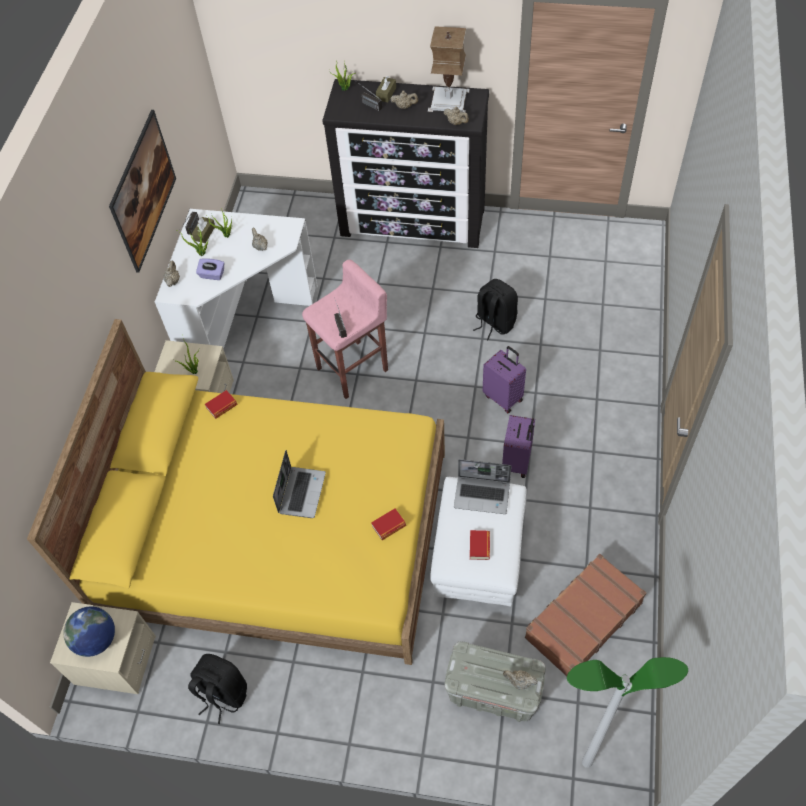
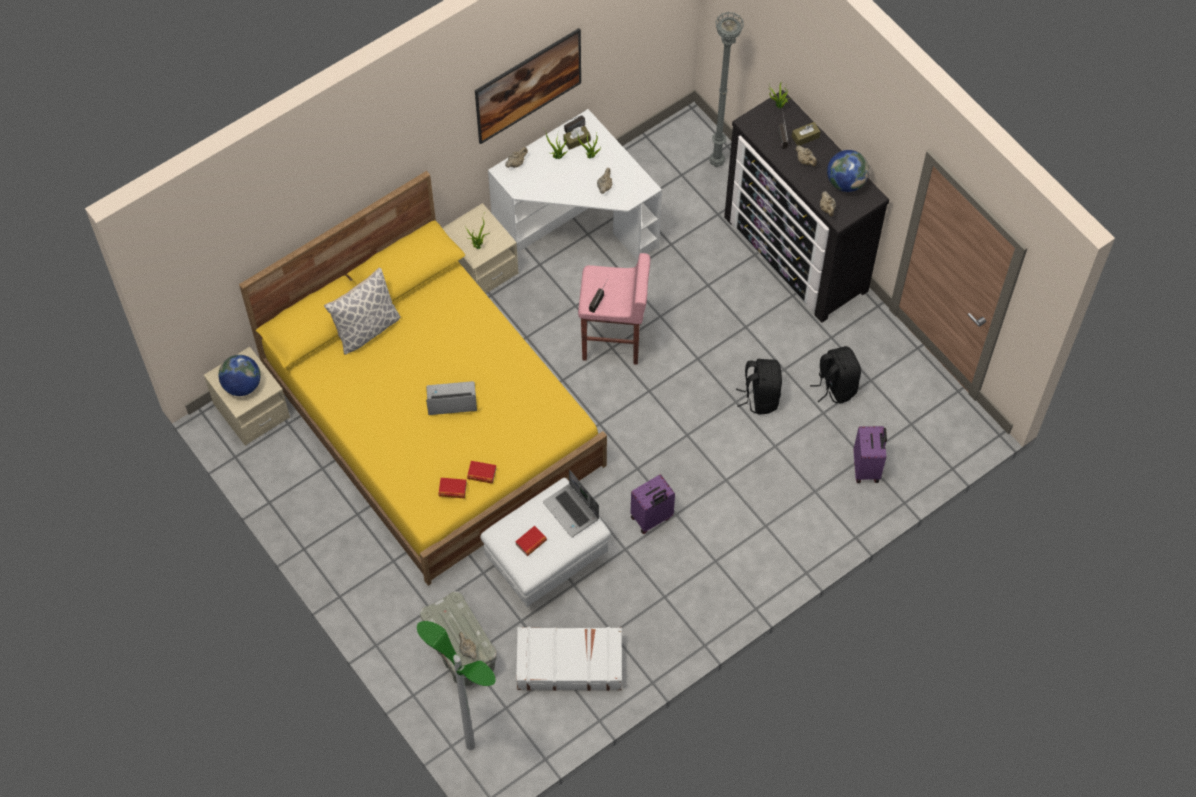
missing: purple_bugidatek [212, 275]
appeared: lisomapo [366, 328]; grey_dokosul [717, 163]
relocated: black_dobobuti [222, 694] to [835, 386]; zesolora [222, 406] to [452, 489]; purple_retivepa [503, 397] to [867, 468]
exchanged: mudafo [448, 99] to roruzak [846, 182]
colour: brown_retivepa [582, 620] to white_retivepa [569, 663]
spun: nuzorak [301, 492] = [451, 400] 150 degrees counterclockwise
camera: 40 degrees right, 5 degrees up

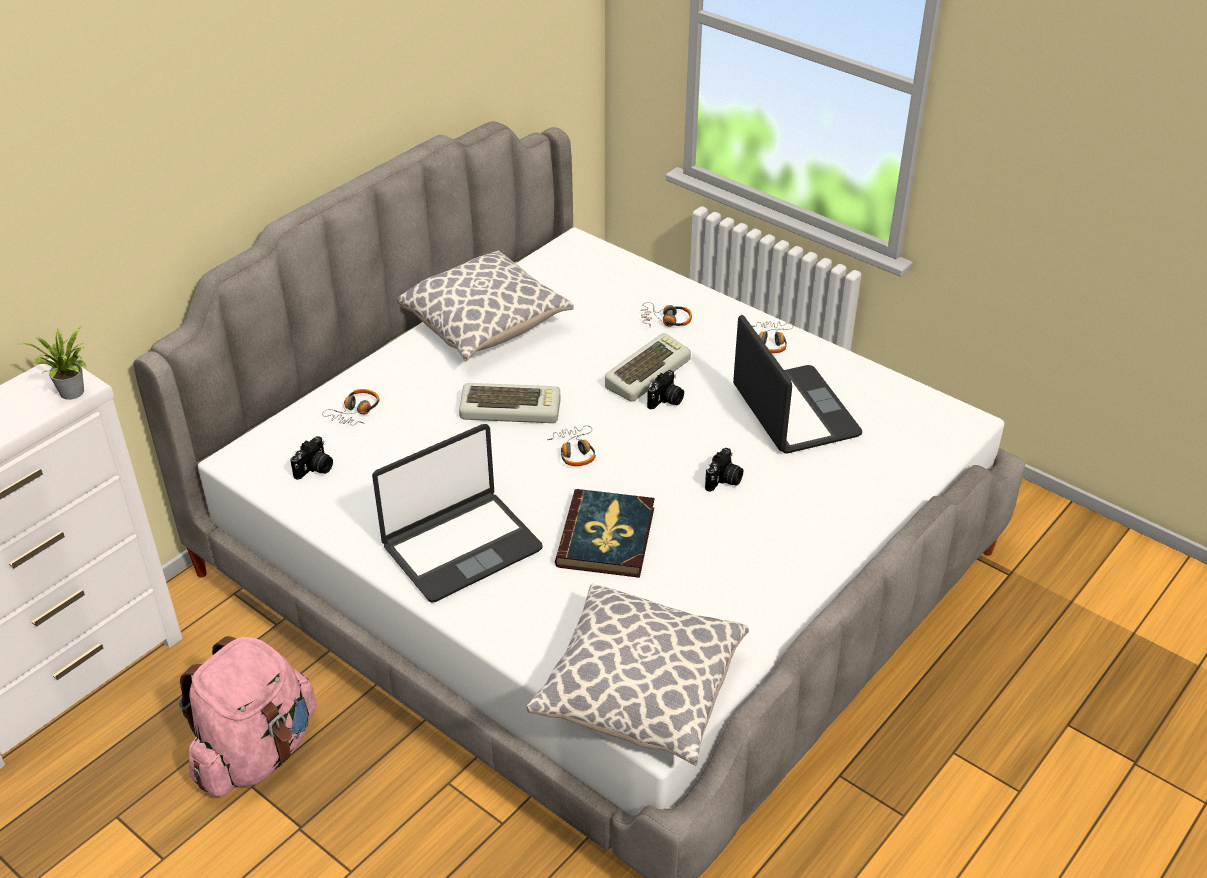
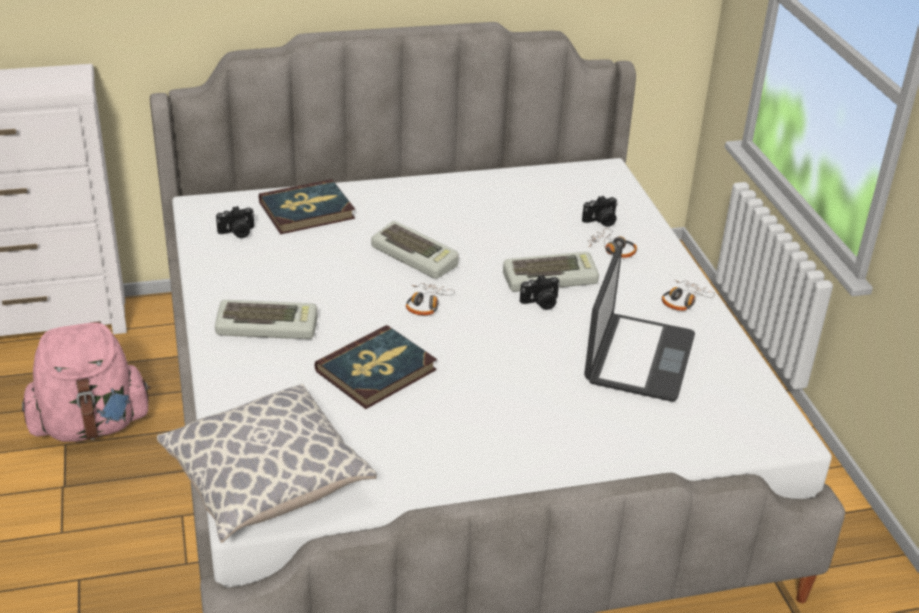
missing: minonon [72, 394]; lisomapo [484, 326]
relocated: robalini [724, 481] to [601, 221]
exchanged: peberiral [355, 412] to zesolora [307, 210]; nuzorak [461, 547] to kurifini [268, 325]
camera: 35 degrees right, 5 degrees down

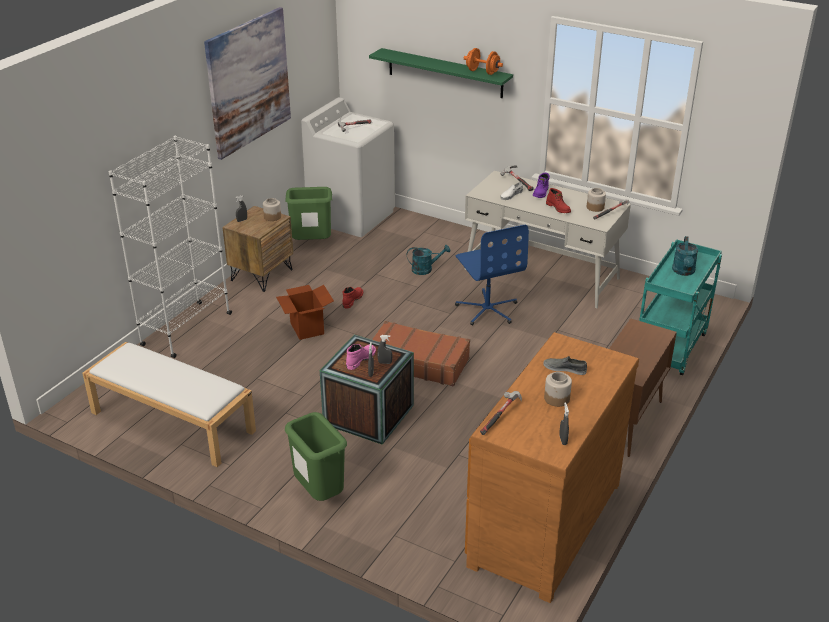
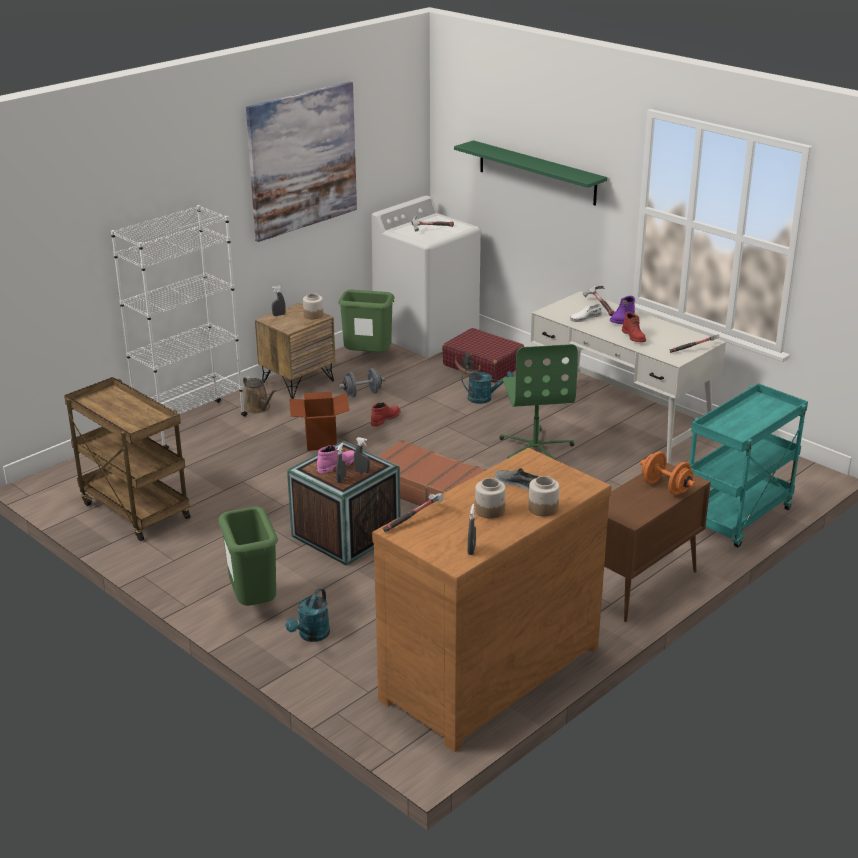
appeared: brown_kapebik [259, 408]; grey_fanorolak [362, 394]; red_retivepa [483, 366]
relocated: orange_fanorolak [482, 72] to [666, 487]; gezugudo [595, 207] to [542, 508]; turquoise_kapebik [684, 272] to [311, 636]
exchanged: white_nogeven [171, 422] to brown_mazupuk [133, 510]
colour: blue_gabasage [487, 309] to green_gabasage [535, 448]
camera: 15 degrees right, 5 degrees down

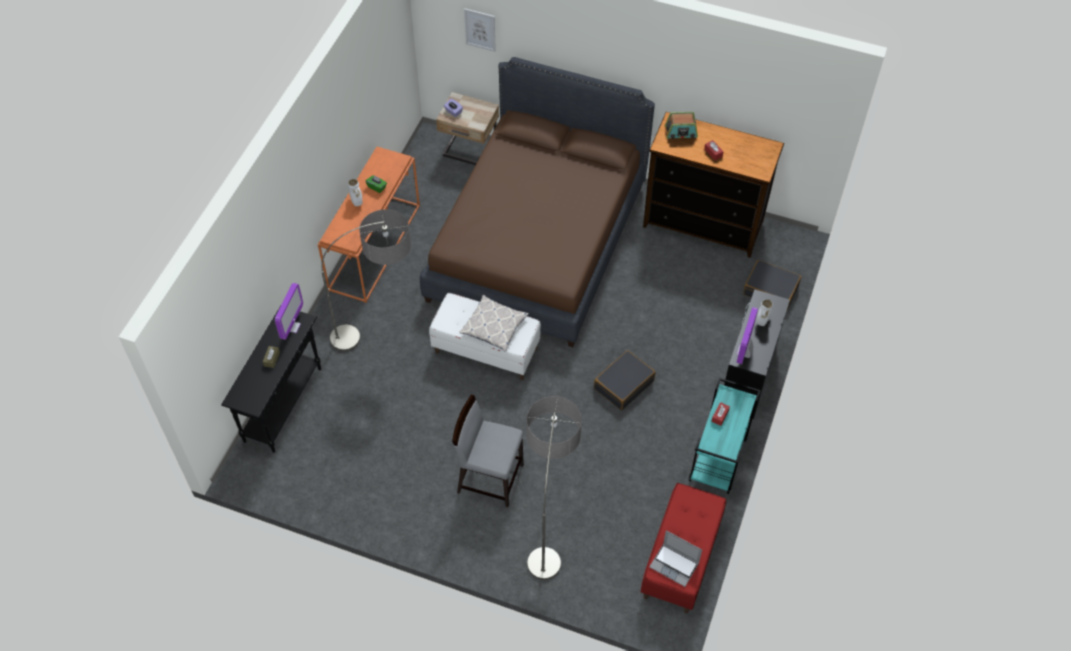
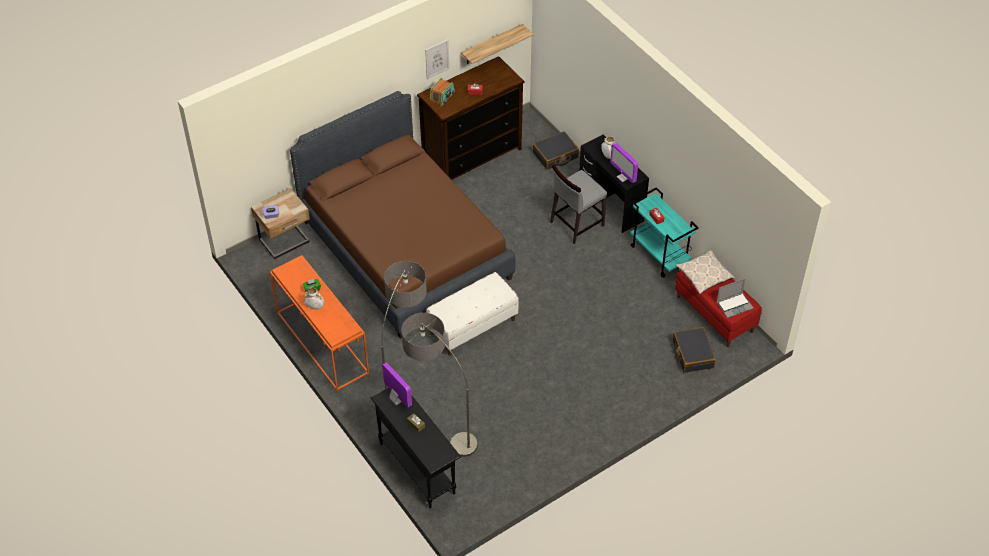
appeared: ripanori [491, 44]
relocated: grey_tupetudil [490, 478] to [576, 224]; lisomapo [494, 326] to [704, 275]; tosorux [480, 29] to [437, 59]; dokosul [549, 527] to [439, 426]; black_retivepa [623, 384] to [692, 354]
camera: 55 degrees left, 5 degrees down

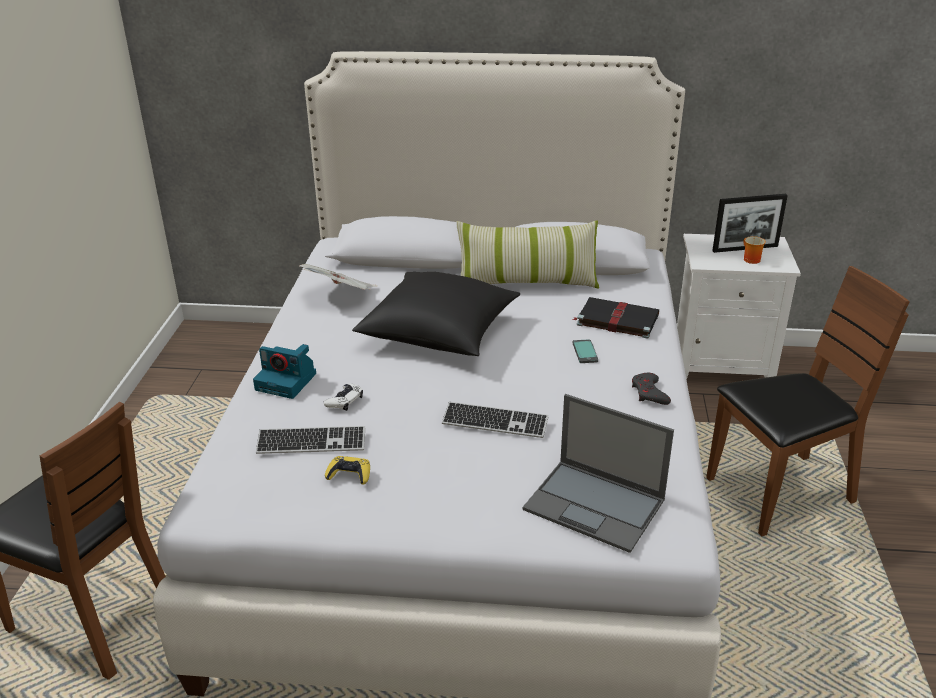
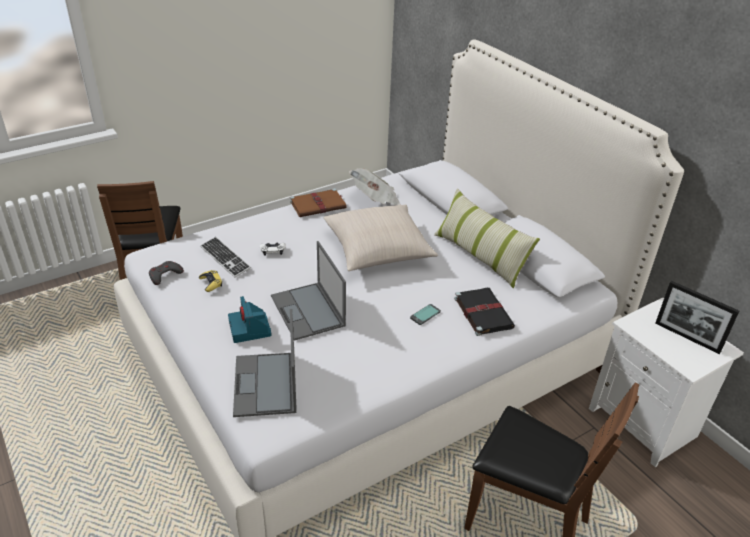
missing: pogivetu [749, 259]
appeared: brown_zesolora [319, 205]
relocated: robalini [287, 381] to [250, 329]; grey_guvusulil [649, 393] to [165, 275]
exchanged: kurifini [495, 422] to nuzorak [308, 311]
colour: black_lisomapo [439, 332] to beige_lisomapo [378, 250]
camera: 50 degrees right, 5 degrees up

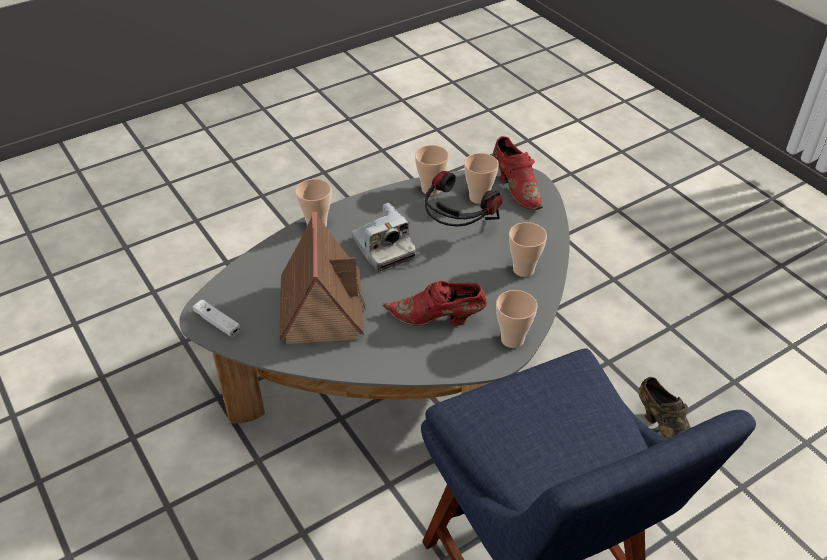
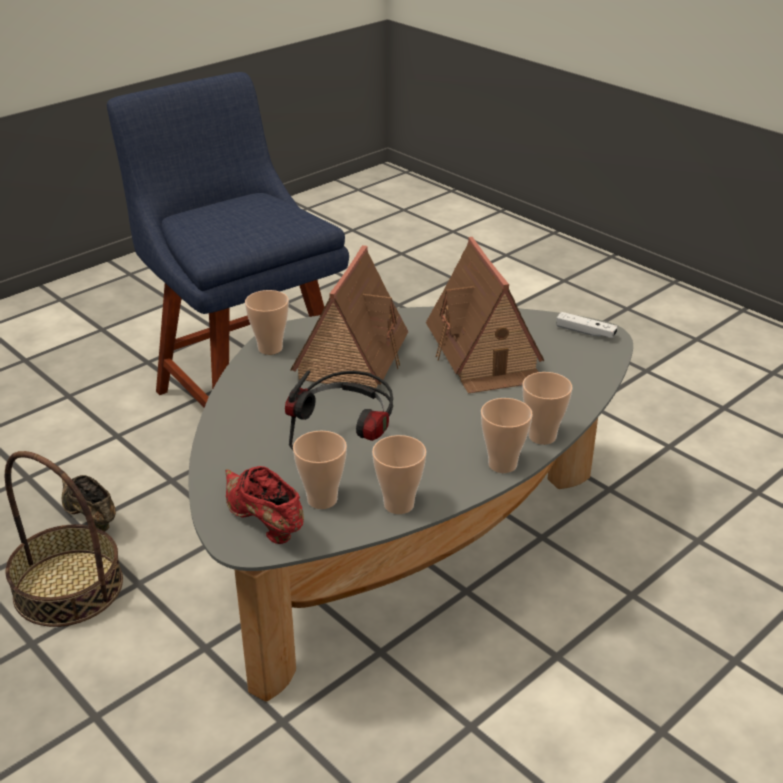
missing: robalini [383, 249]
appeared: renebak [68, 588]
relocated: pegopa [523, 270] to [502, 464]
exchanged: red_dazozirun [437, 319] to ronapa [353, 356]
camera: 170 degrees right, 10 degrees down

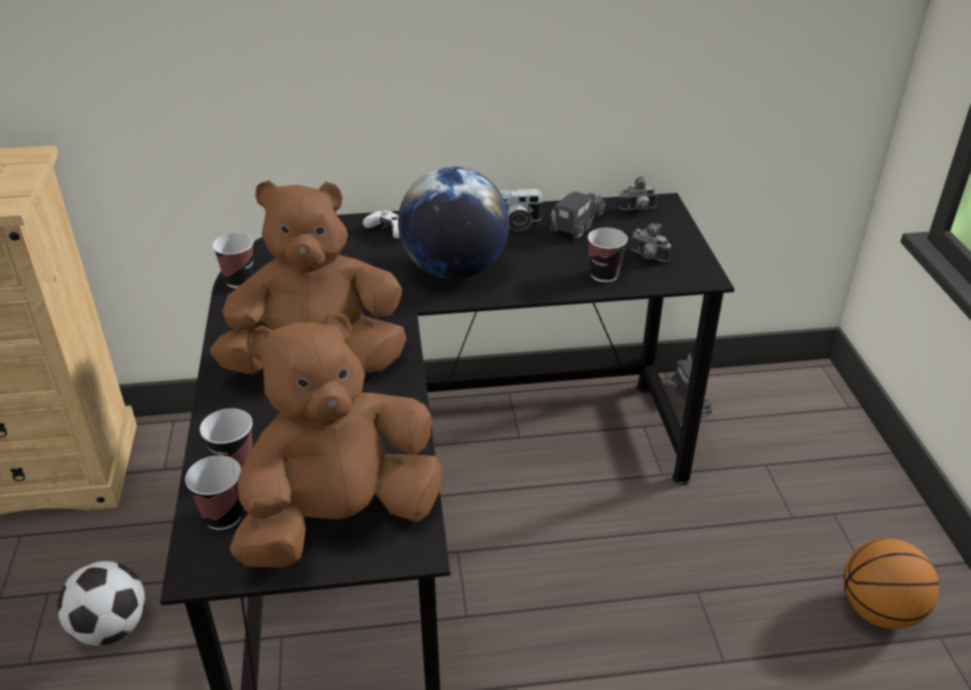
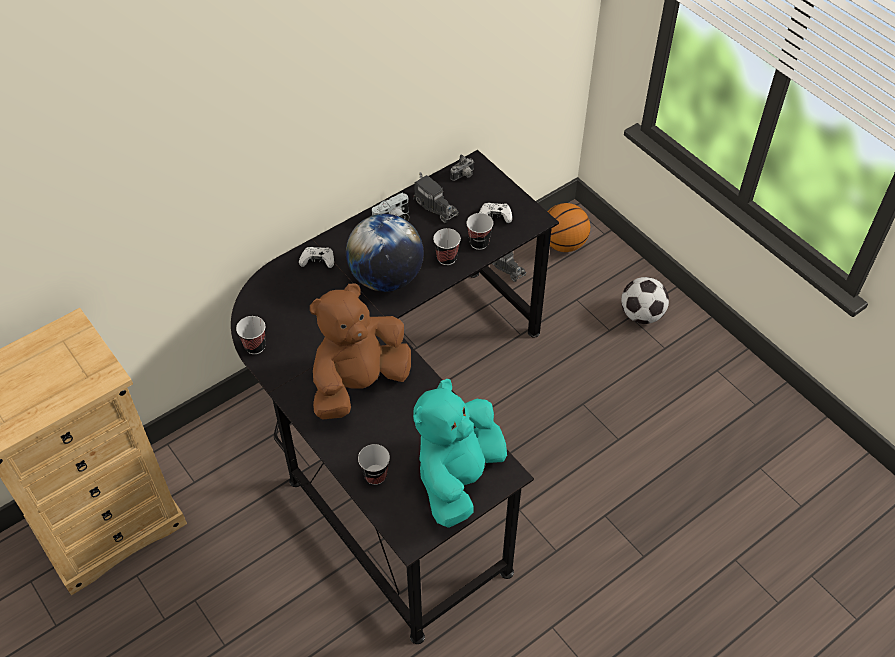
relocated: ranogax [112, 628] to [641, 315]; pegopa [223, 516] to [446, 258]; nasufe [879, 611] to [563, 244]
exchanged: robalini [648, 257] to white_guvusulil [495, 217]
colour: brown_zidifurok [340, 518] to turquoise_zidifurok [458, 477]
spun: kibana [577, 225] = [434, 206] 135 degrees clockwise
camera: 30 degrees left, 15 degrees up

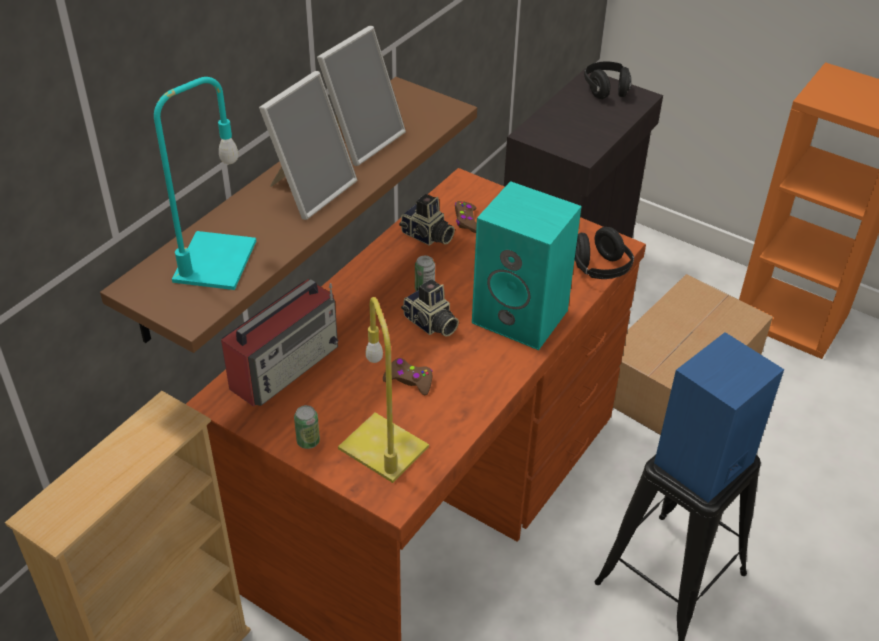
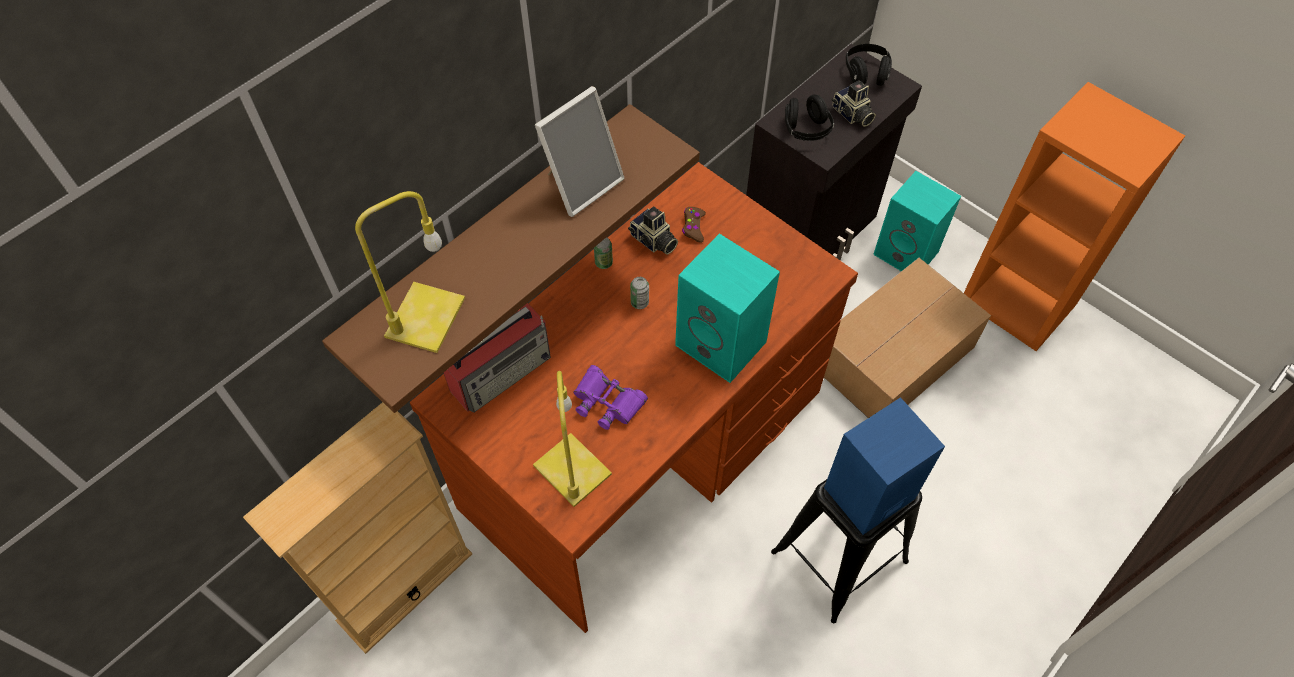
missing: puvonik [310, 190]
appeared: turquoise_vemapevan [907, 253]
relocated: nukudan [308, 441] to [603, 263]; robalini [430, 324] to [852, 115]; black_peberiral [600, 269] to [806, 130]
exchanged: brown_guvusulil [409, 380] to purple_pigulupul [607, 401]
colour: turquoise_mudafo [215, 263] to yellow_mudafo [425, 319]
camera: 10 degrees right, 15 degrees up

